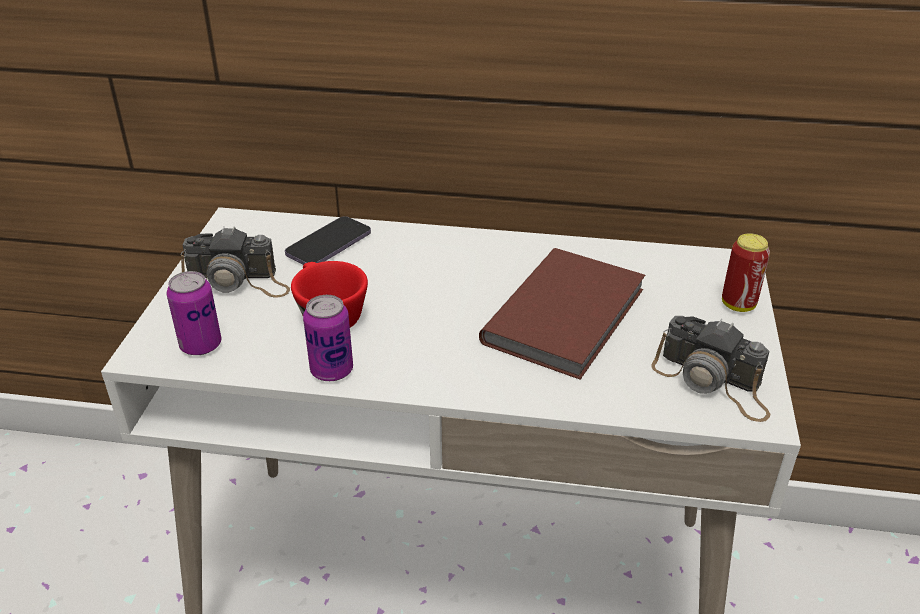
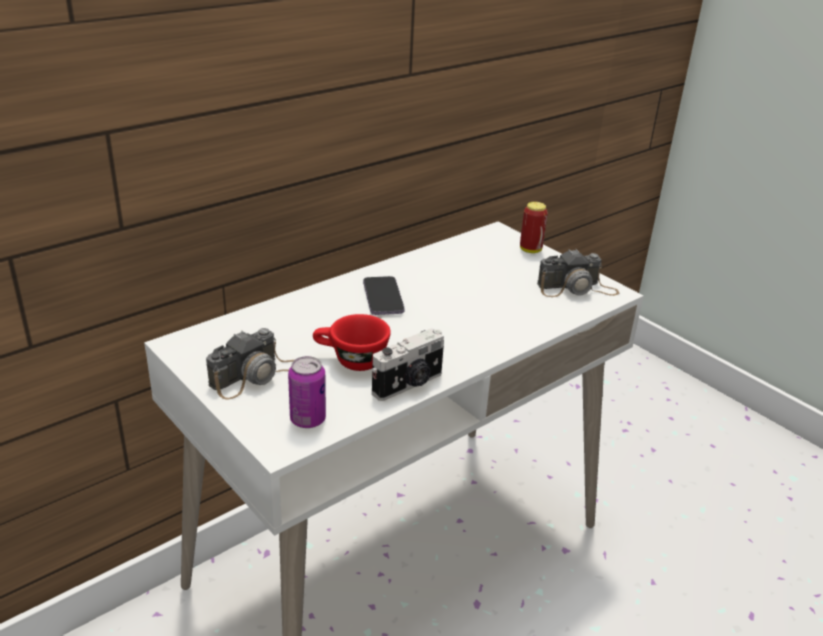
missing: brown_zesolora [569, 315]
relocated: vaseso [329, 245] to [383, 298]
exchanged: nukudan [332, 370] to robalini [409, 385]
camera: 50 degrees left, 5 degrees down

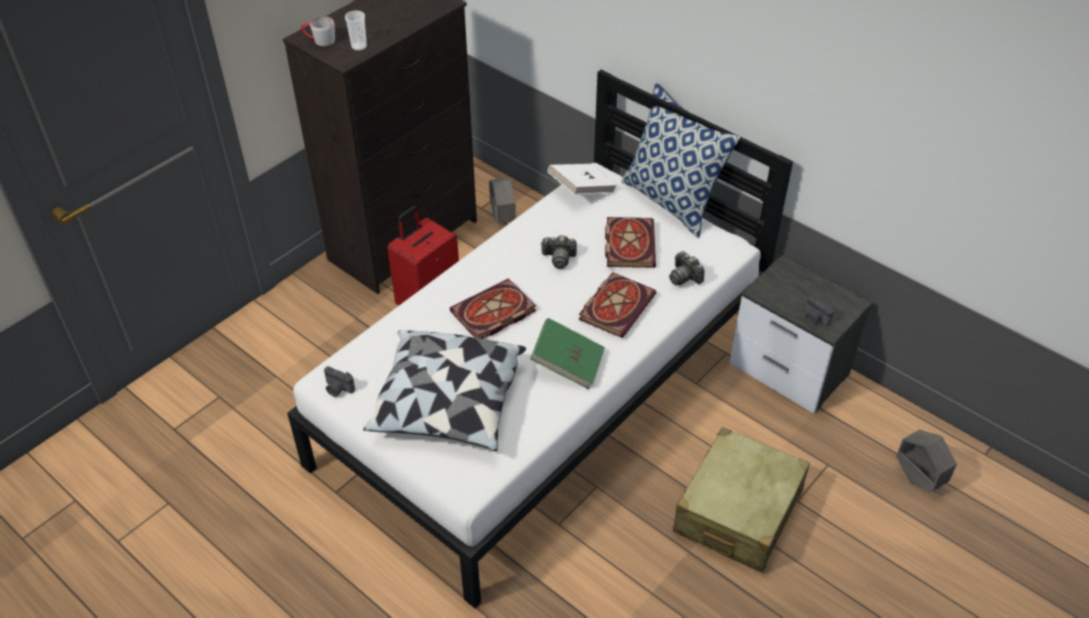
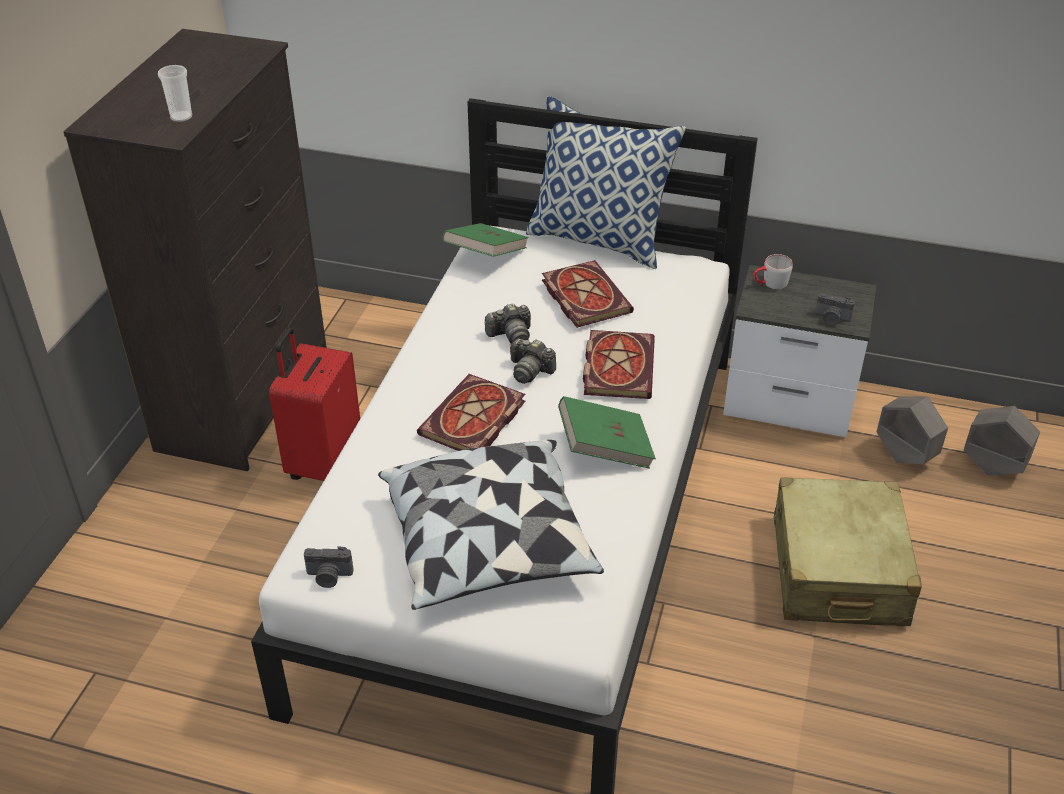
relocated: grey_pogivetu [319, 40] to [770, 284]; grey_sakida [503, 219] to [904, 456]; robalini [684, 277] to [530, 371]
colour: white_zesolora [581, 190] to green_zesolora [486, 256]
camera: 25 degrees left, 5 degrees down

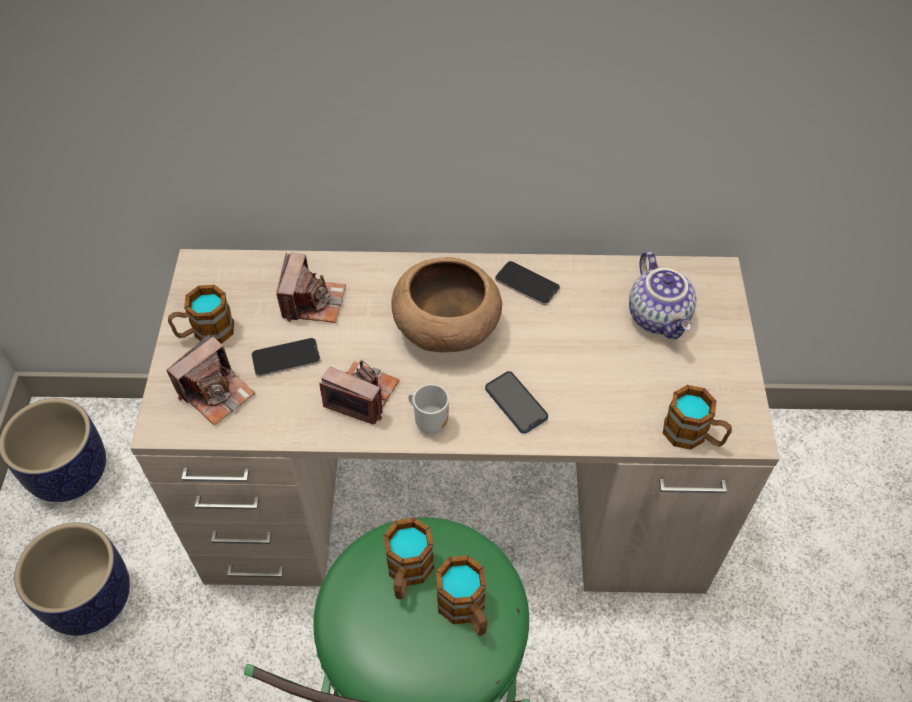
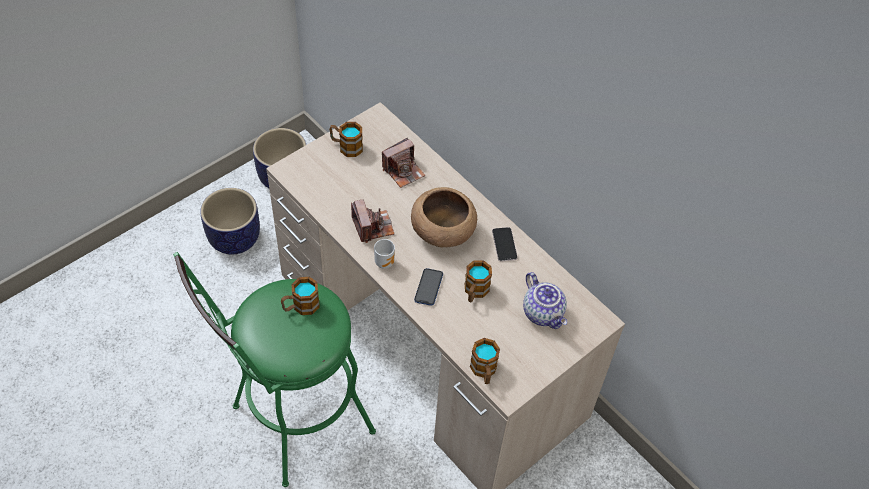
missing: robalini [216, 392]; vaseso [286, 358]
relocated: pogivetu [466, 610] to [475, 292]
spun: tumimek [660, 317] = [544, 313] 60 degrees counterclockwise
camera: 45 degrees right, 0 degrees up

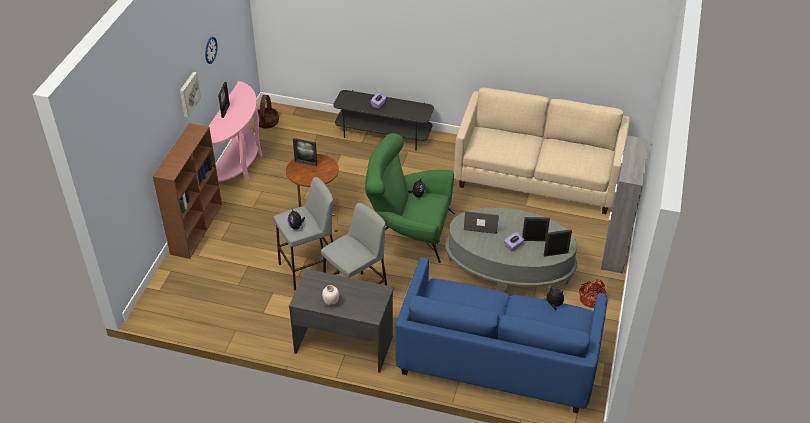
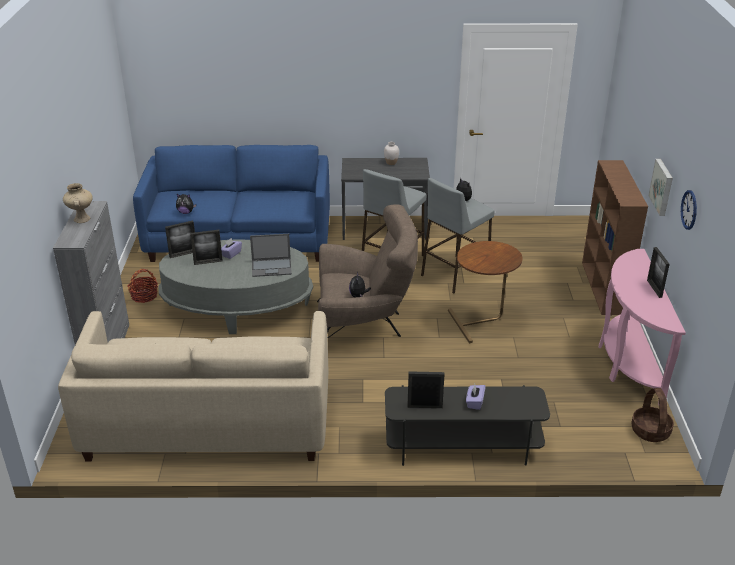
appeared: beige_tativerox [81, 219]
relocated: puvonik [306, 163] to [424, 406]
colour: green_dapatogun [409, 231] to brown_dapatogun [364, 324]
camera: 165 degrees right, 10 degrees down

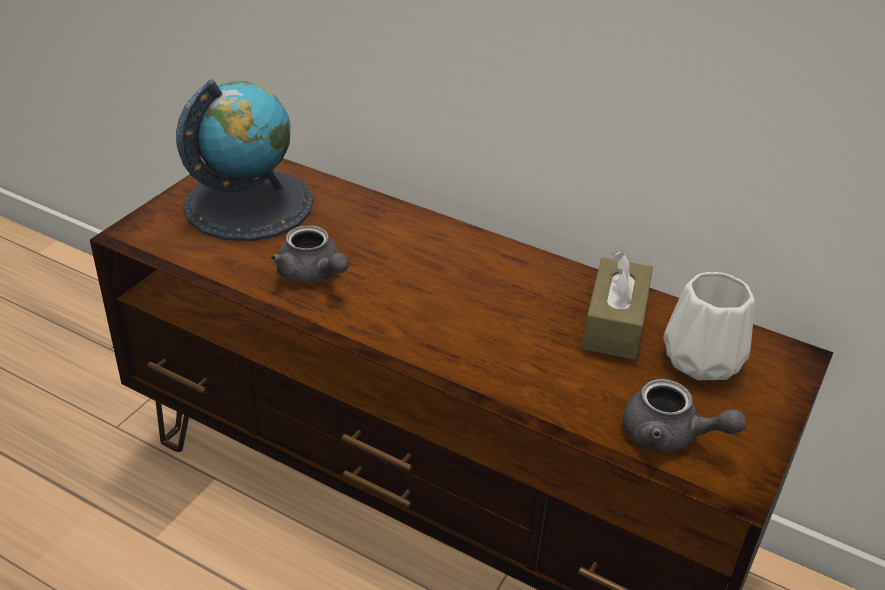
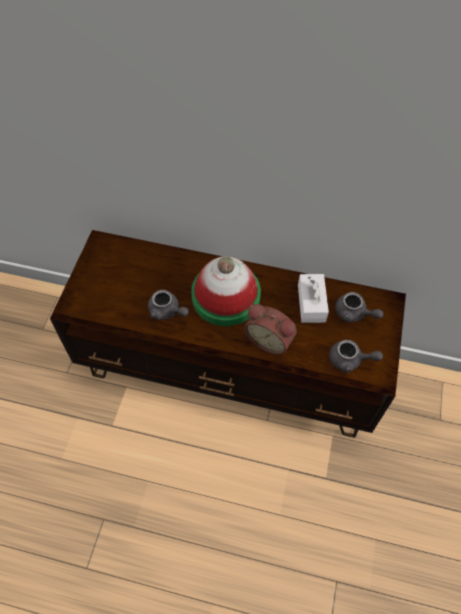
missing: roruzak [248, 204]
appeared: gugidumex [226, 296]; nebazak [270, 339]
exchanged: white_tativerox [704, 360] to grey_tumimek [354, 314]
colour: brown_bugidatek [614, 323] to white_bugidatek [311, 303]
camera: 15 degrees left, 20 degrees up

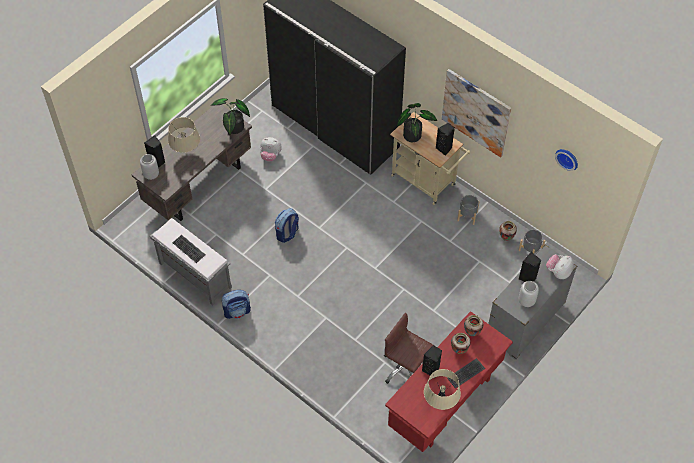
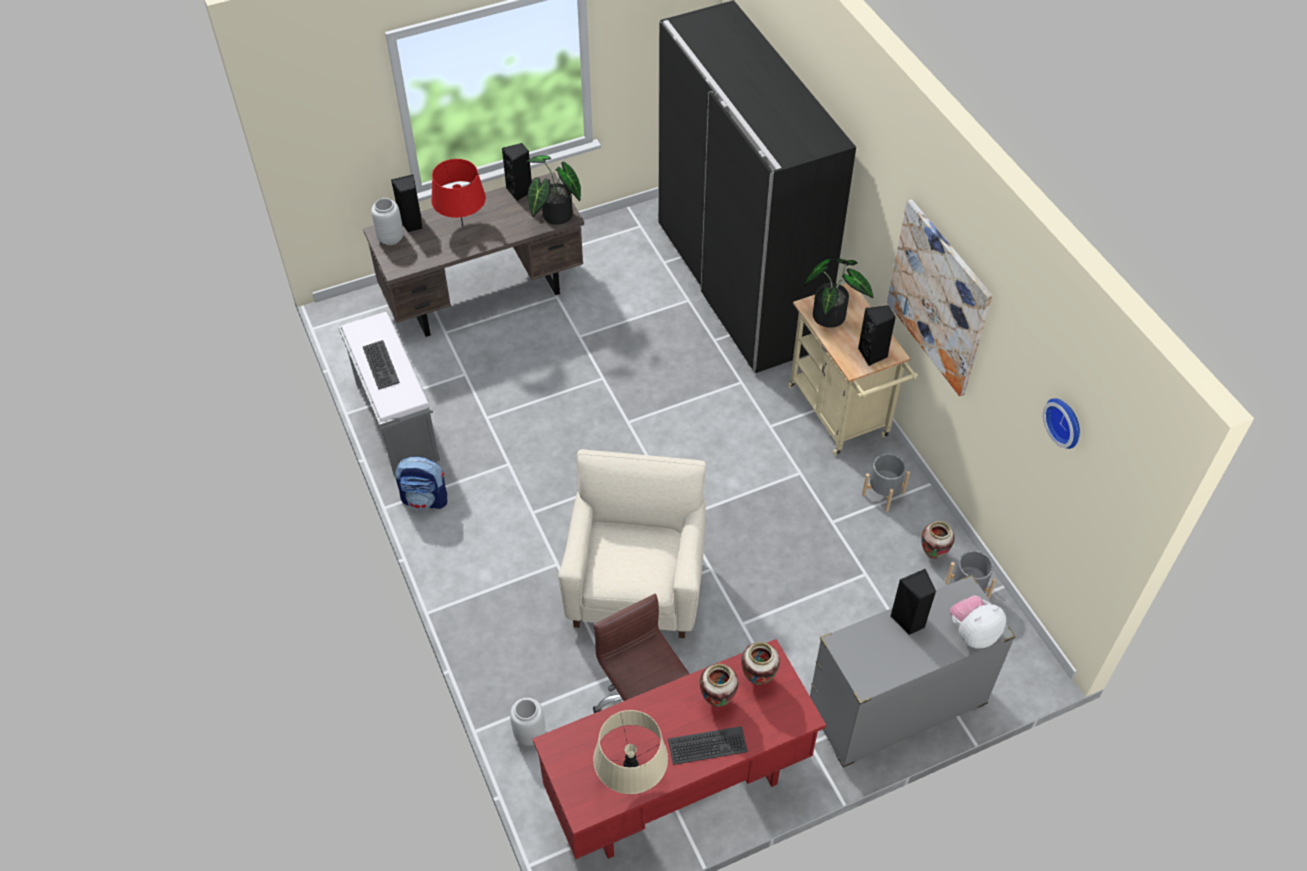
missing: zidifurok [270, 155]; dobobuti [287, 233]
appeared: beige_dapatogun [636, 585]
relocated: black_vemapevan [431, 369] to [520, 191]; grey_tativerox [526, 301] to [529, 734]
colour: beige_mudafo [186, 152] to red_mudafo [462, 225]
camera: 25 degrees right, 5 degrees down

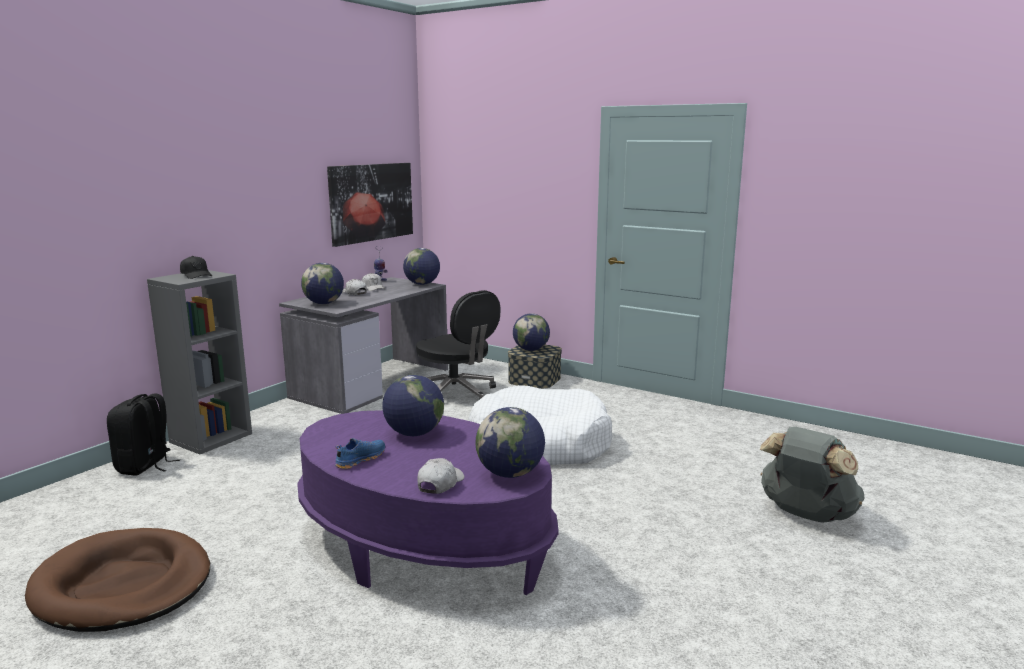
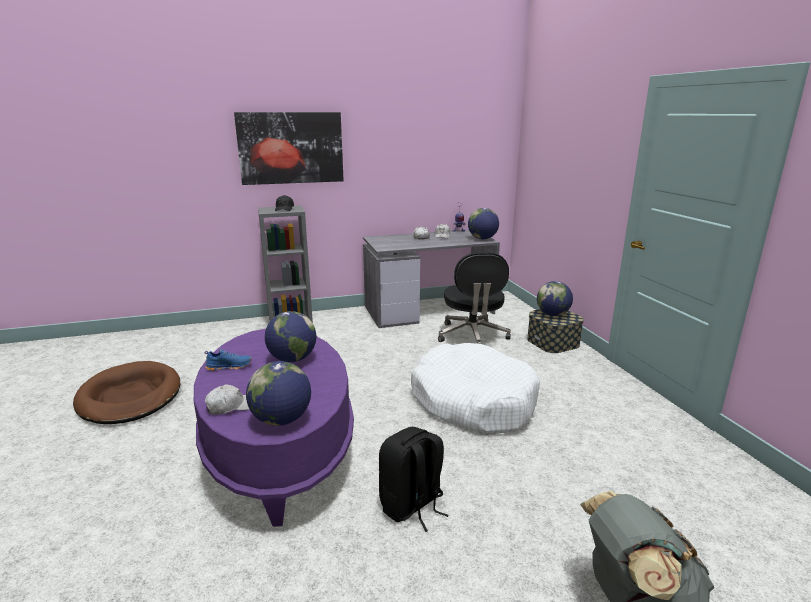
missing: roruzak [324, 303]
relocated: black_dobobuti [145, 466] to [412, 506]; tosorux [371, 202] to [291, 148]
camera: 40 degrees right, 5 degrees up

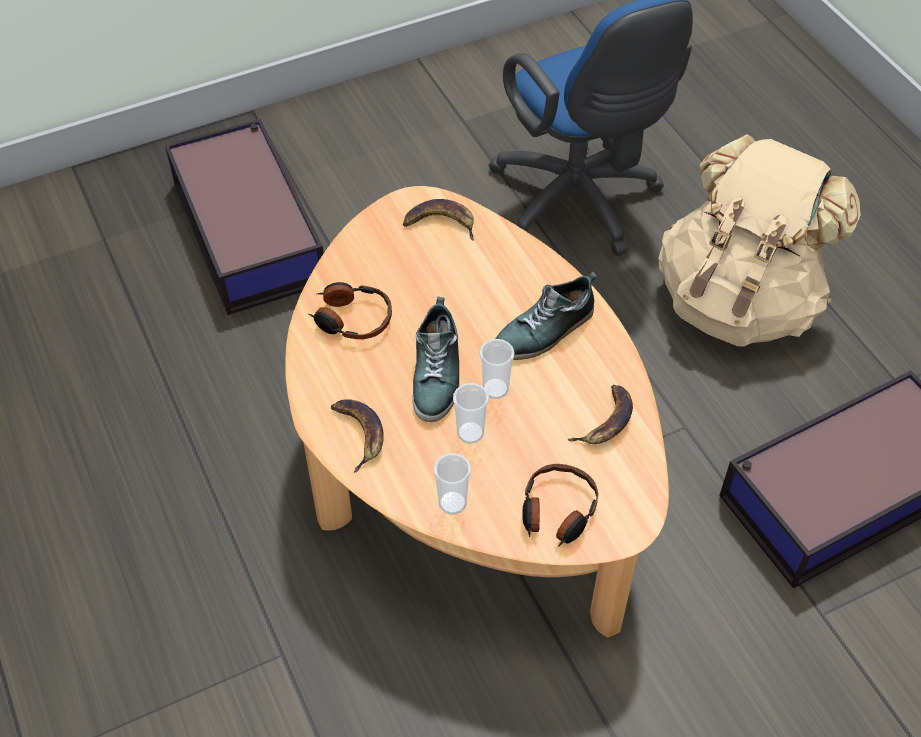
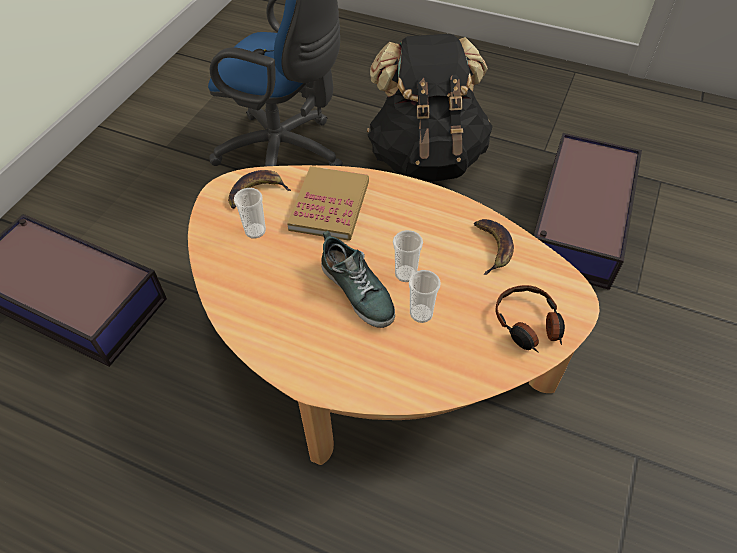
missing: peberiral [352, 319]; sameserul [359, 434]; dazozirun [545, 331]
appeared: zesolora [330, 205]
relocated: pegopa [452, 503] to [255, 231]
colour: beige_dobobuti [738, 301] to black_dobobuti [426, 157]
camera: 40 degrees left, 0 degrees up

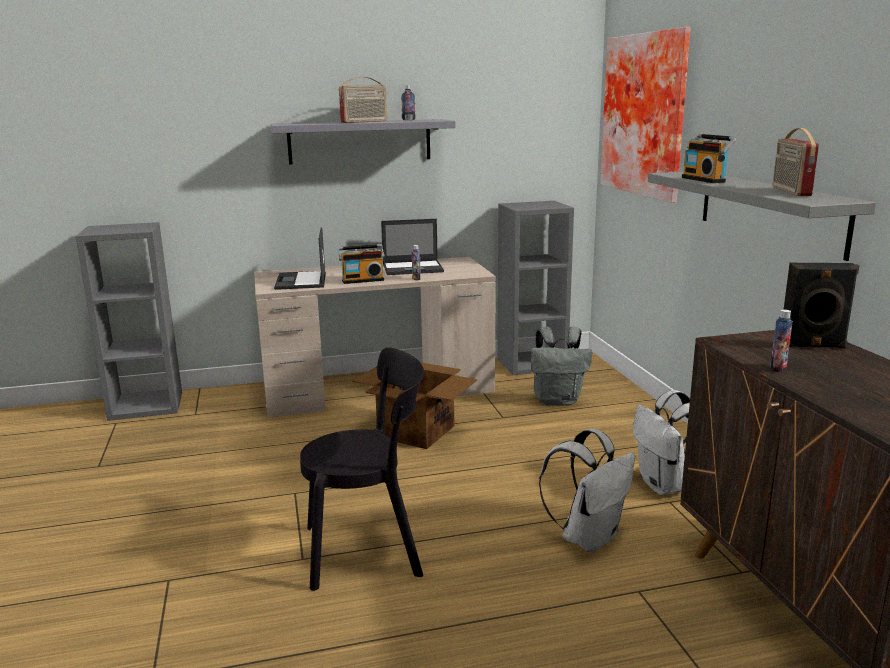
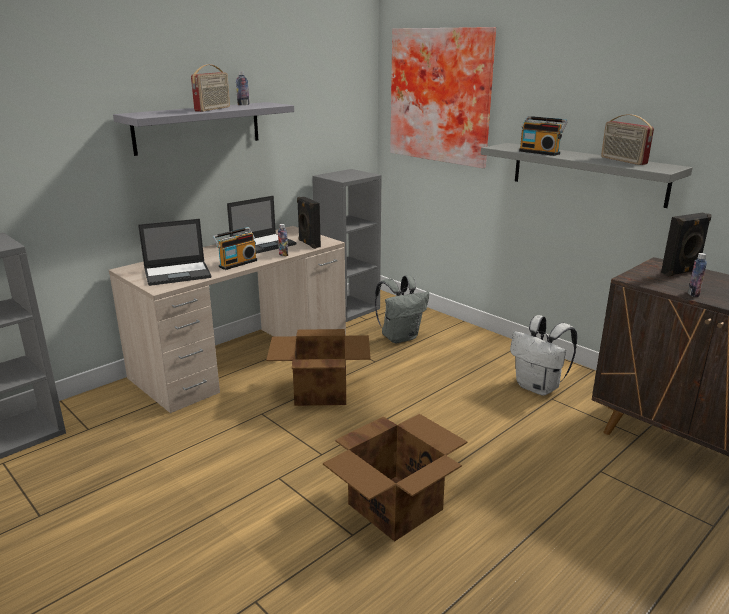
missing: white_dobobuti [589, 537]
appeared: black_vemapevan [308, 244]
exchanged: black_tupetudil [370, 549] to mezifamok [396, 506]
spun: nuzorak [301, 281] = [178, 273] 75 degrees counterclockwise
camera: 30 degrees left, 5 degrees up

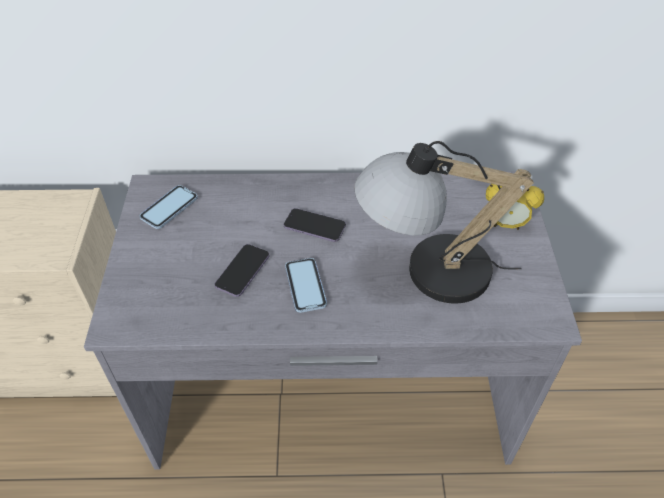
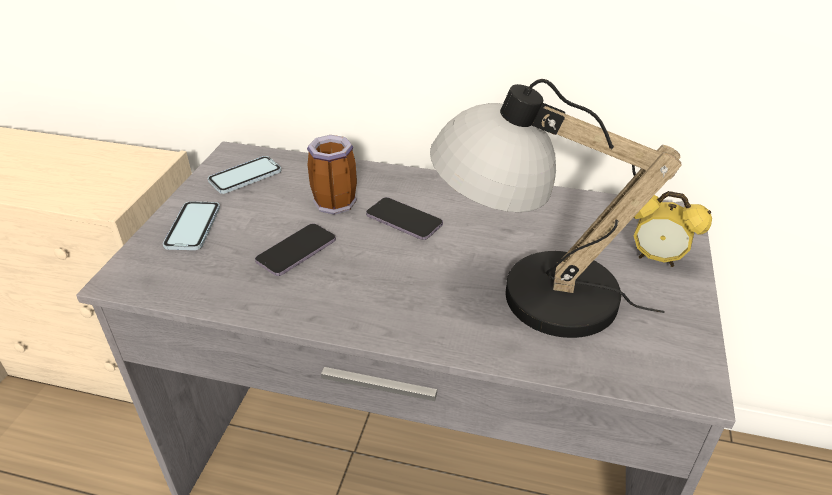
appeared: pogivetu [333, 200]
relocated: vaseso [305, 286] to [193, 227]
camera: 15 degrees right, 10 degrees down

